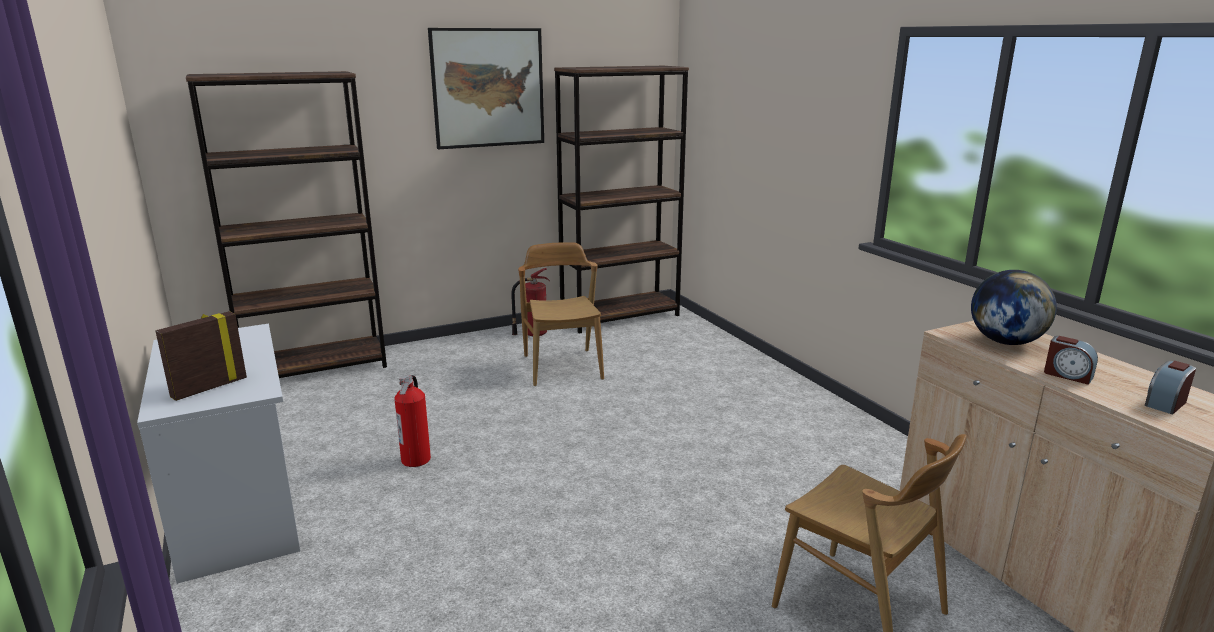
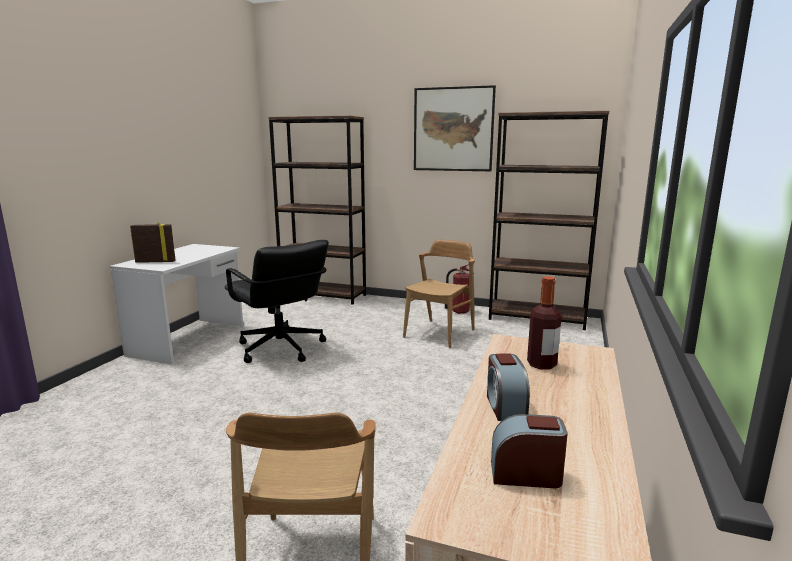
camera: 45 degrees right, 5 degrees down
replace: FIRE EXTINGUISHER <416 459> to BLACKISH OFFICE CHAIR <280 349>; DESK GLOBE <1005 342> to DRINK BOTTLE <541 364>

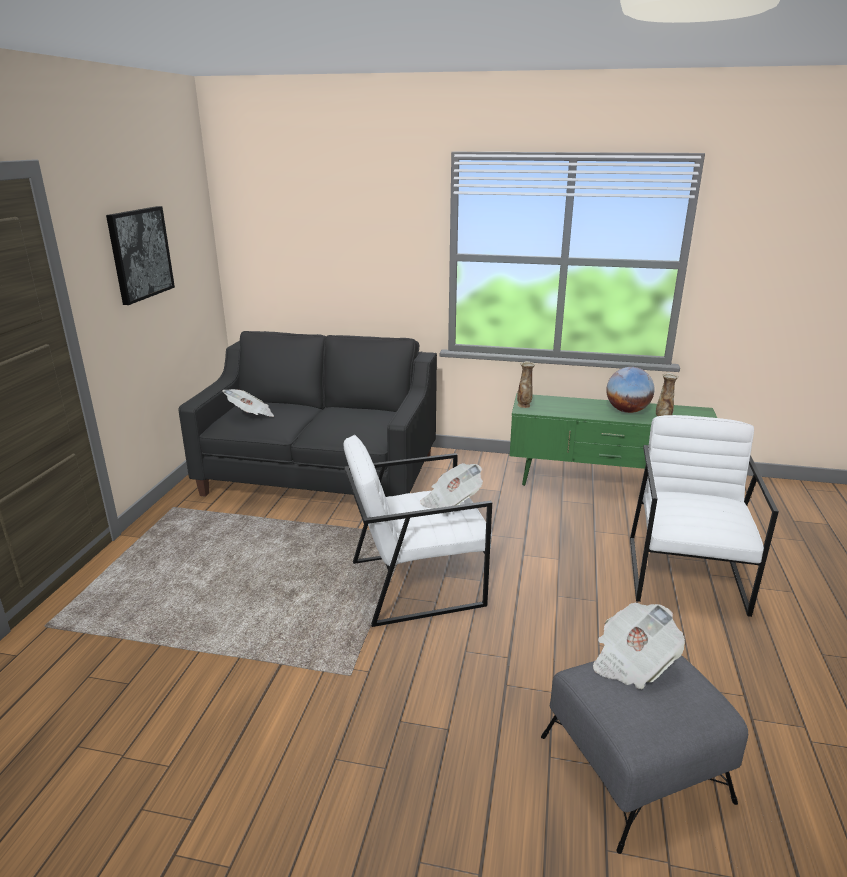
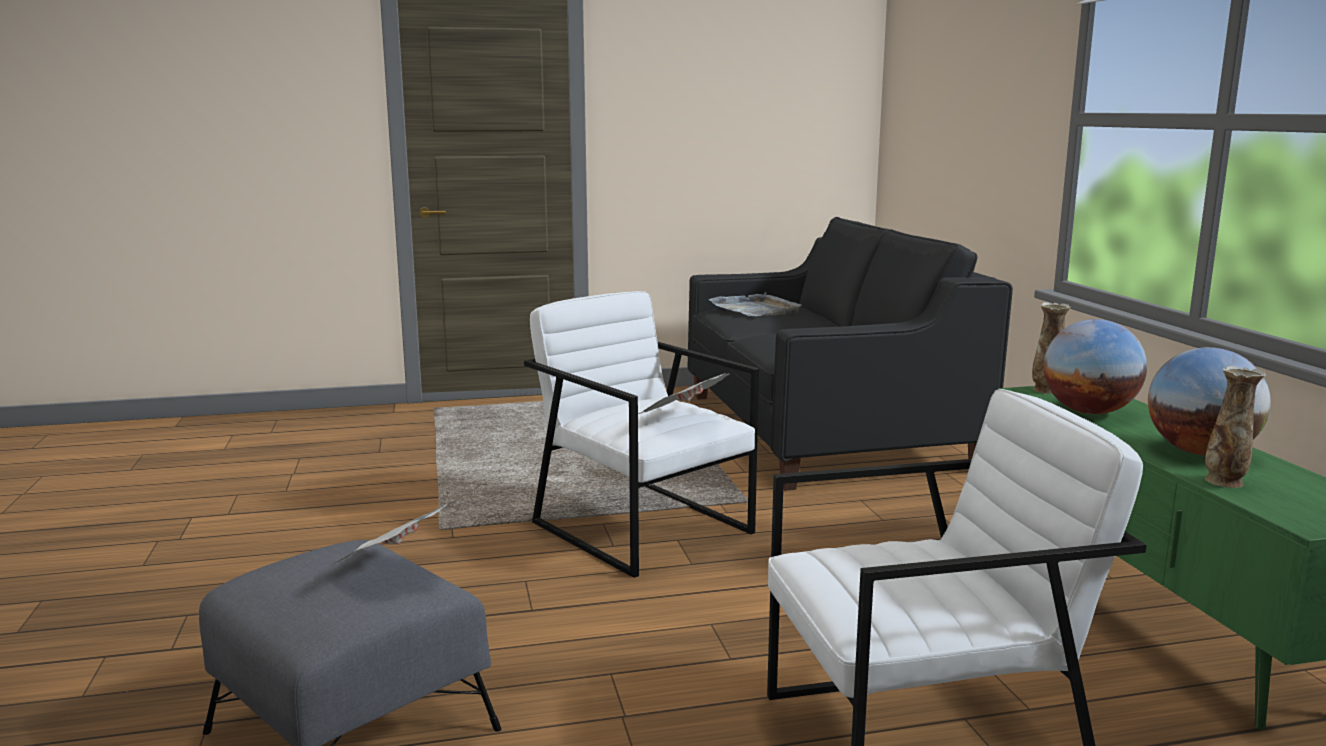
camera: 65 degrees right, 10 degrees down
delete: WALL PICTURE <140 254>
insert: DESK GLOBE <1089 412>
replace: NEWSPAPER <251 415> to GREYISH CARRYING TRAY <756 309>

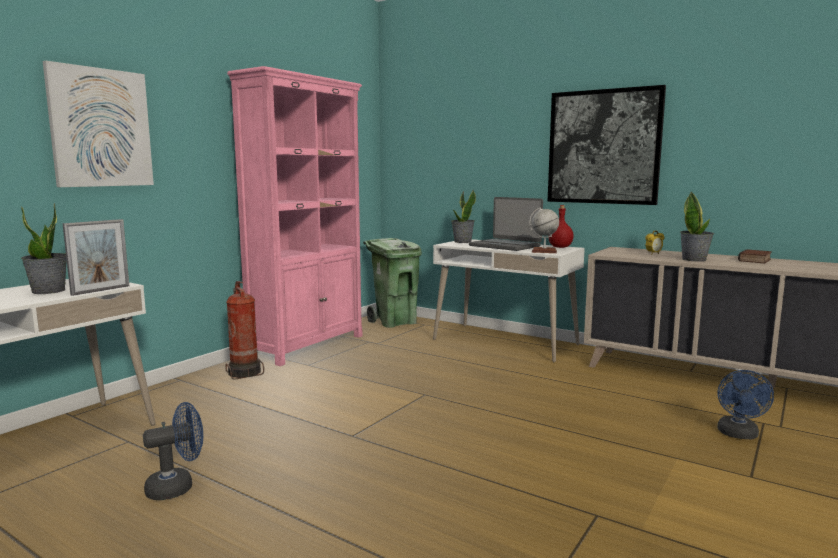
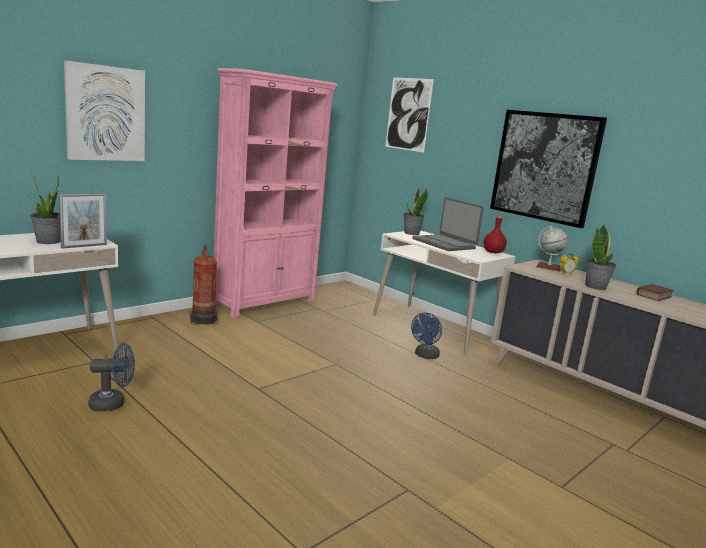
camera: 10 degrees right, 5 degrees up
delete: GREENISH RUBBISH BIN <394 322>
insert: WALL PICTURE <408 114>
move: BLUISH FAN <738 435> to <425 356>; DESK GLOBE <544 251> to <548 267>

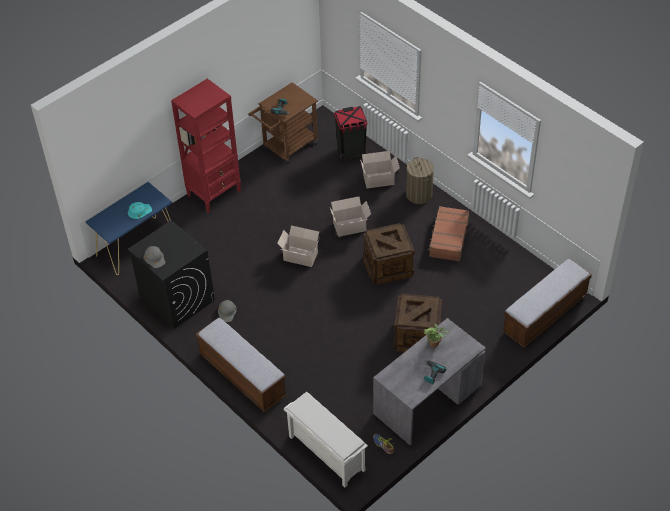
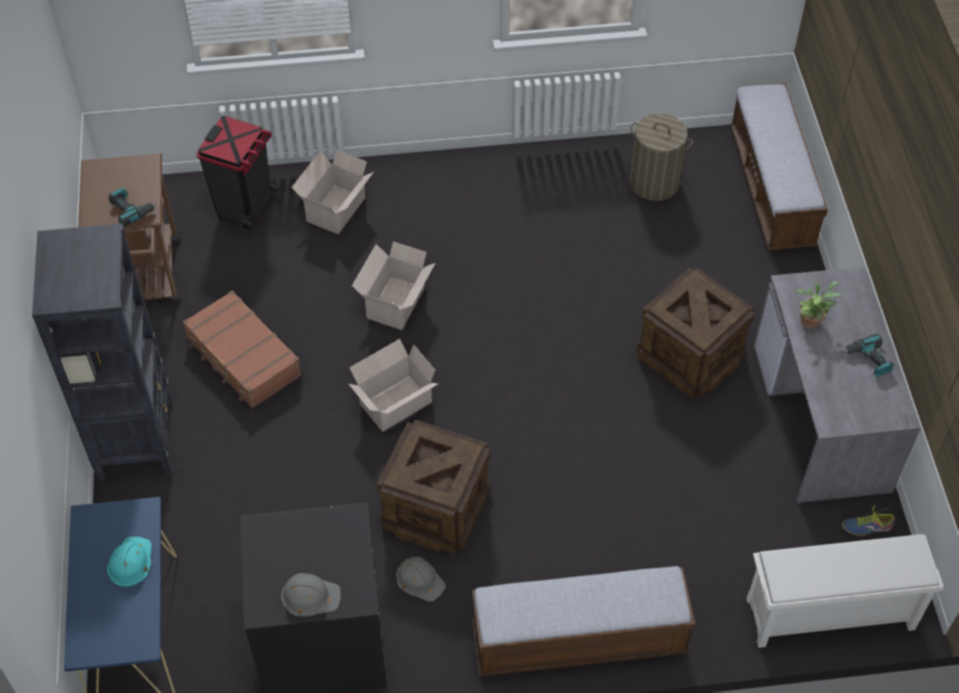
camera: 55 degrees left, 5 degrees up
move: BROWNISH PIECE OF LUGGAGE <448 238> to <243 358>; SHIPPING CRATE <387 266> to <434 508>; LAUNDRY BASKET <419 194> to <654 183>
recolor: RED-COLOURED BOOKCASE <214 193> to BLACKISH BOOKCASE <136 439>

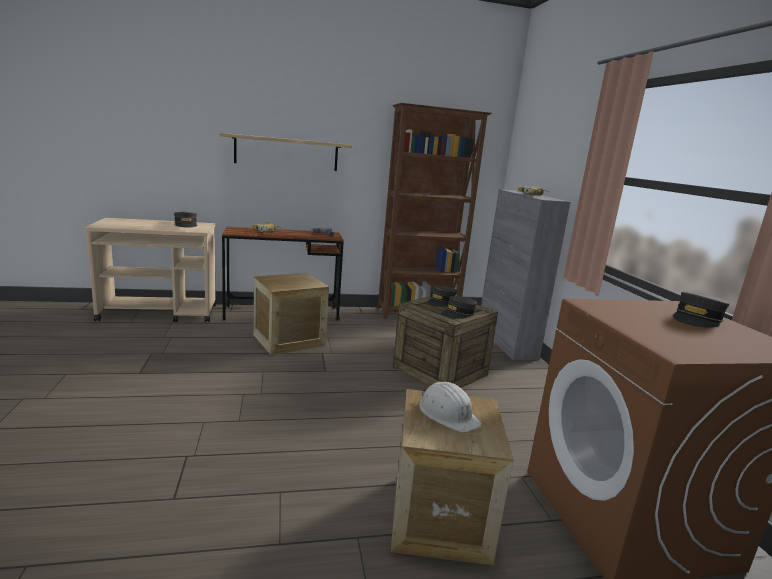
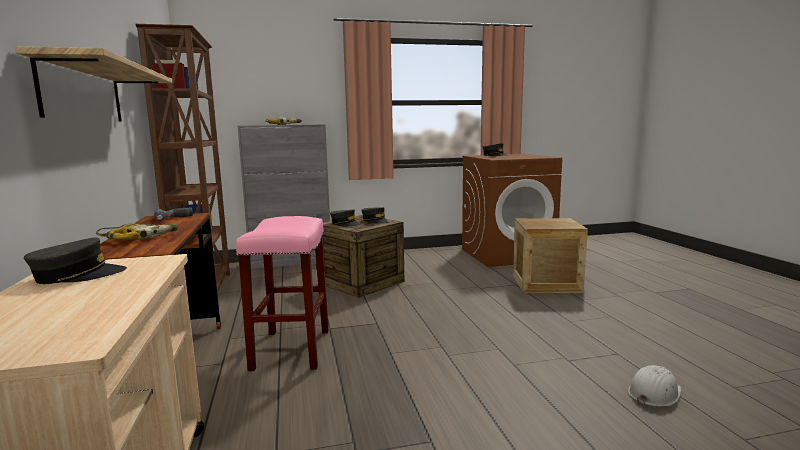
camera: 90 degrees left, 5 degrees down
move: WHITE-COLOURED SAFETY HELMET <448 414> to <654 393>
replace: SHIPPING CRATE <289 340> to PINK-COLOURED SITTING STOOL <292 350>

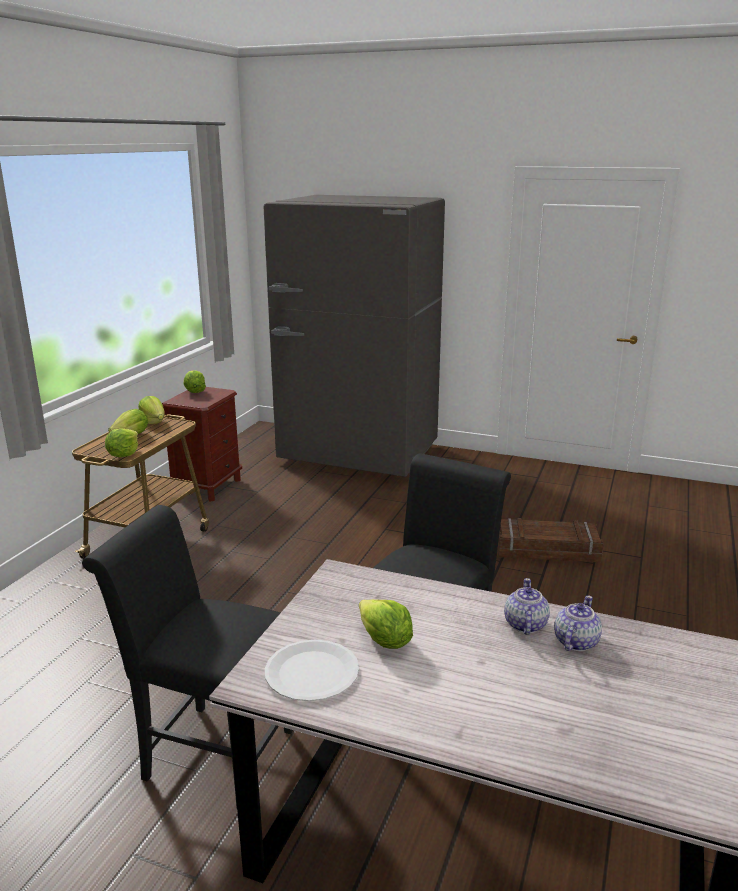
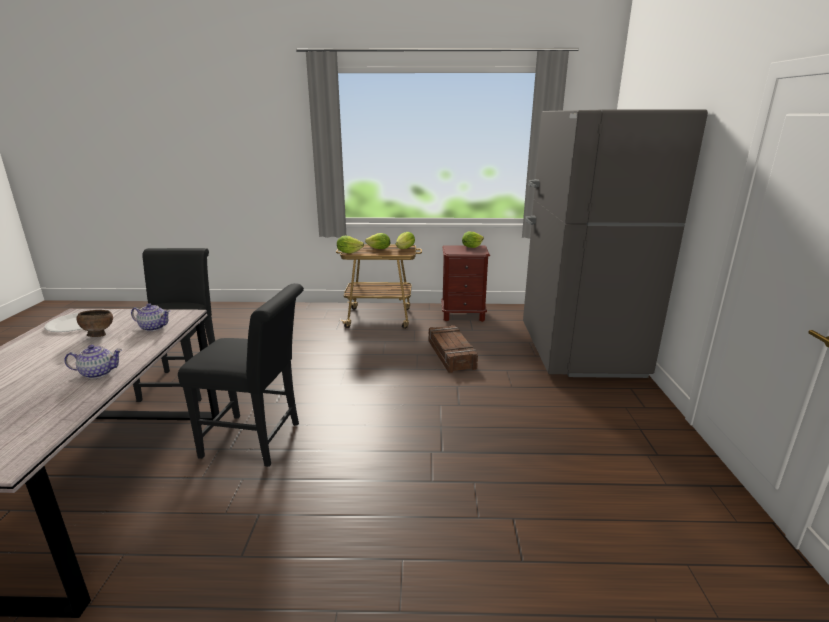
camera: 70 degrees right, 0 degrees up
move: POT FOR TEA <575 642> to <153 327>; SHIPPING CRATE <547 551> to <450 354>
replace: LETTUCE HEAD <384 641> to BROWNISH BOWL <98 335>

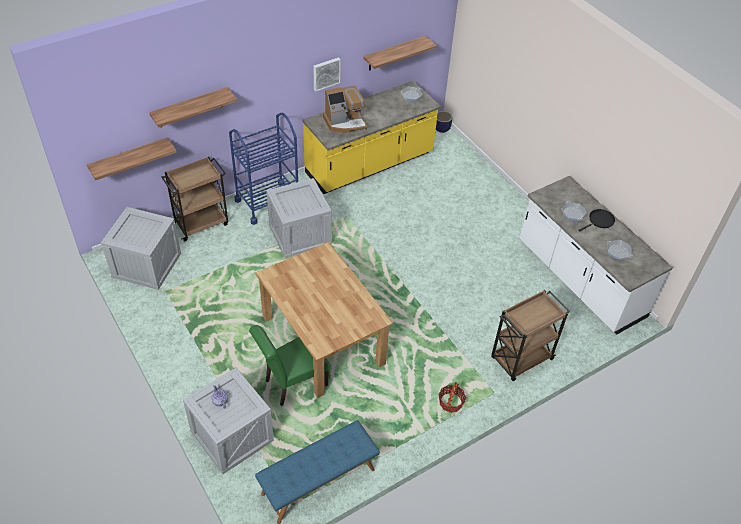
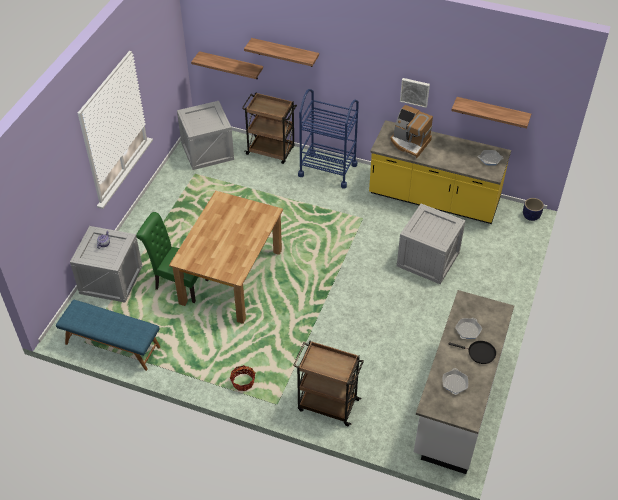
camera: 55 degrees right, 0 degrees up
move: SHIPPING CRATE <301 235> to <428 260>

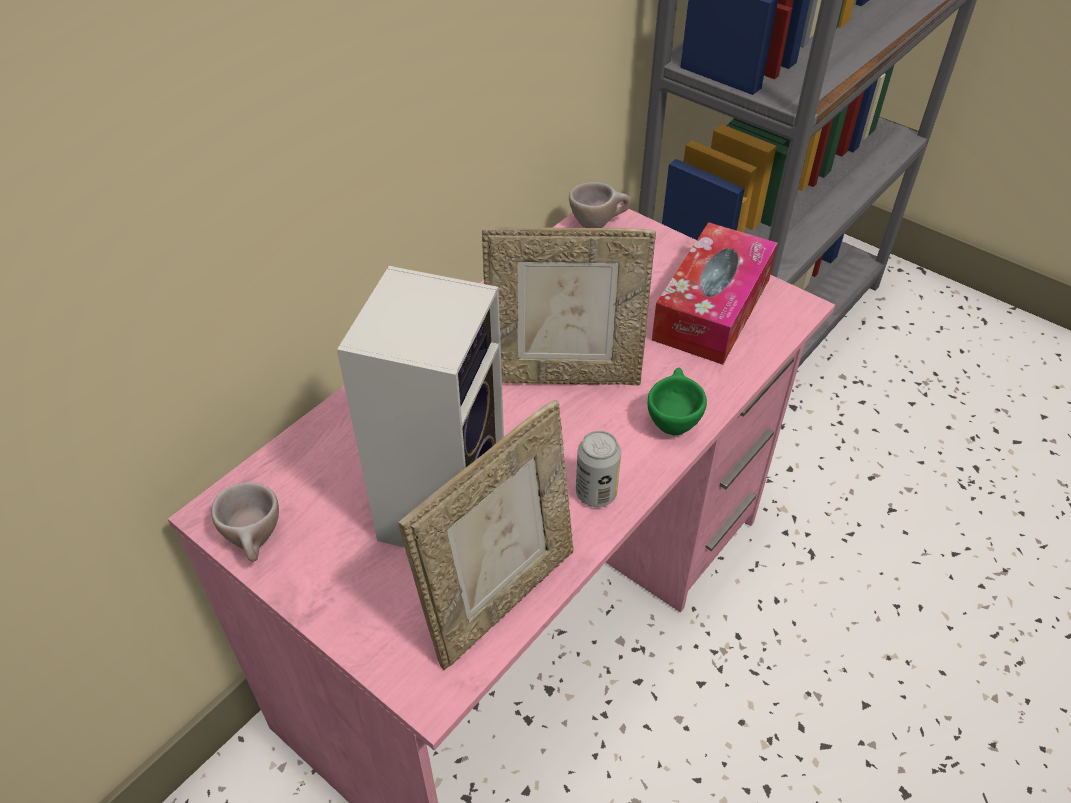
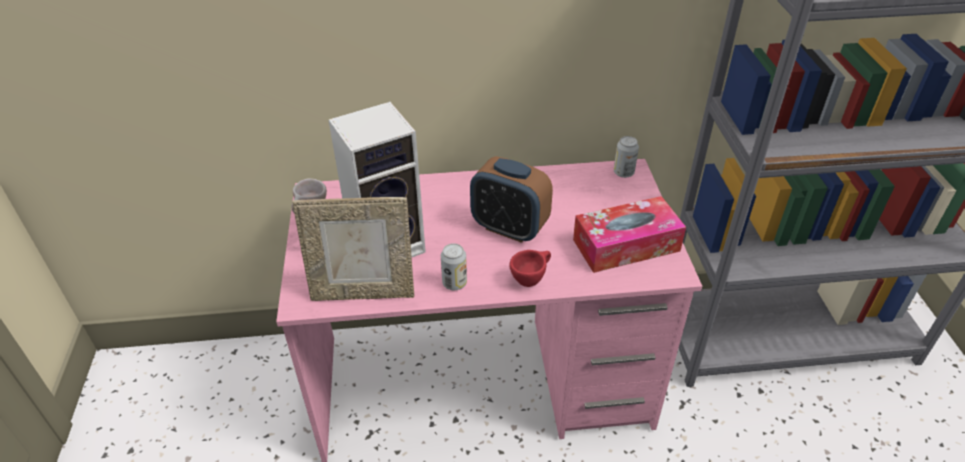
camera: 45 degrees right, 5 degrees down
replace: PICTURE FRAME <564 375> to BEDSIDE CLOCK <509 228>; SAND-COLOURED DRINKING CUP <598 224> to CAN <623 172>
recolor: GREENISH DRINKING CUP <672 420> to RED-COLOURED DRINKING CUP <531 279>

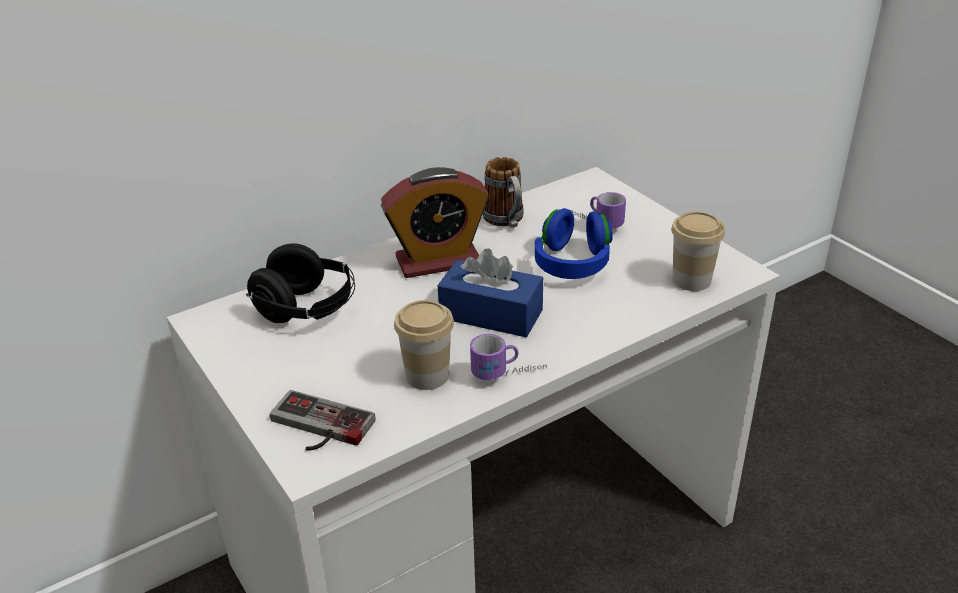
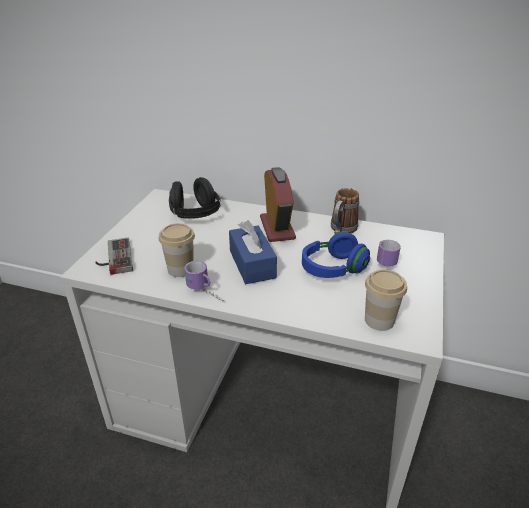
camera: 50 degrees right, 0 degrees up
rotate: BEDSIDE CLOCK <438 261> = <277 228> 135 degrees counterclockwise

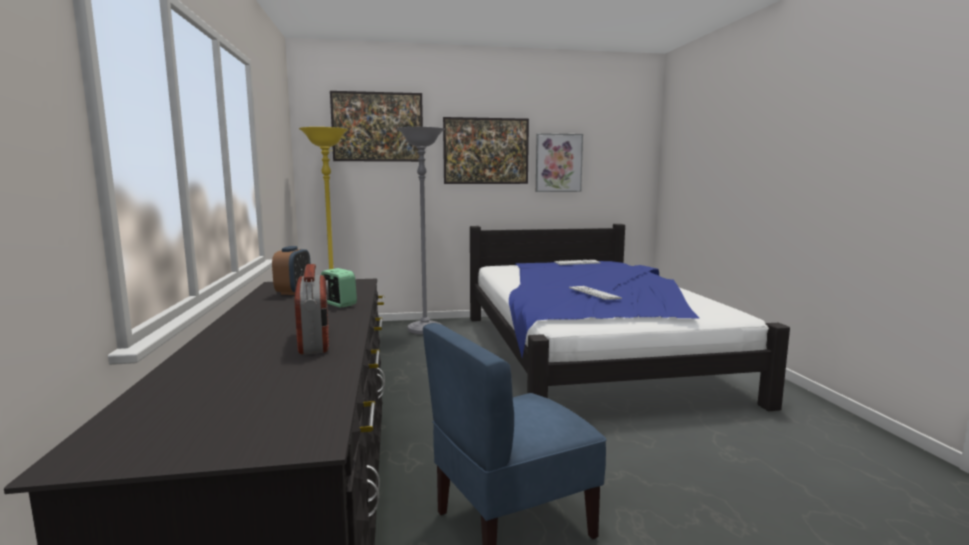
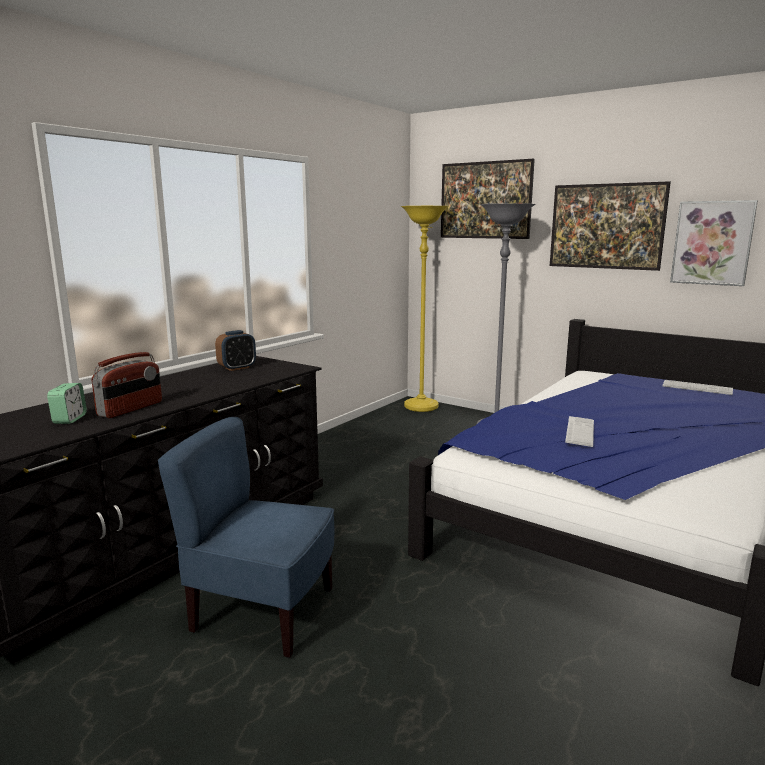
camera: 45 degrees right, 5 degrees up
move: BEDSIDE CLOCK <339 304> to <69 419>

